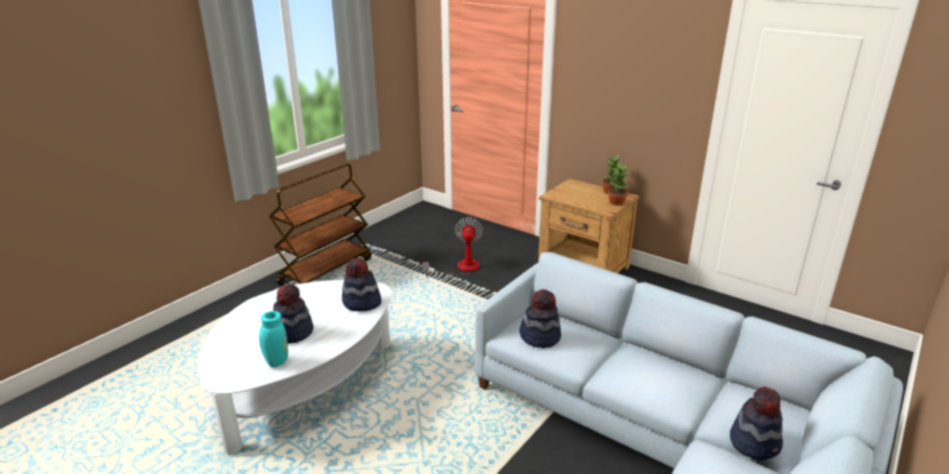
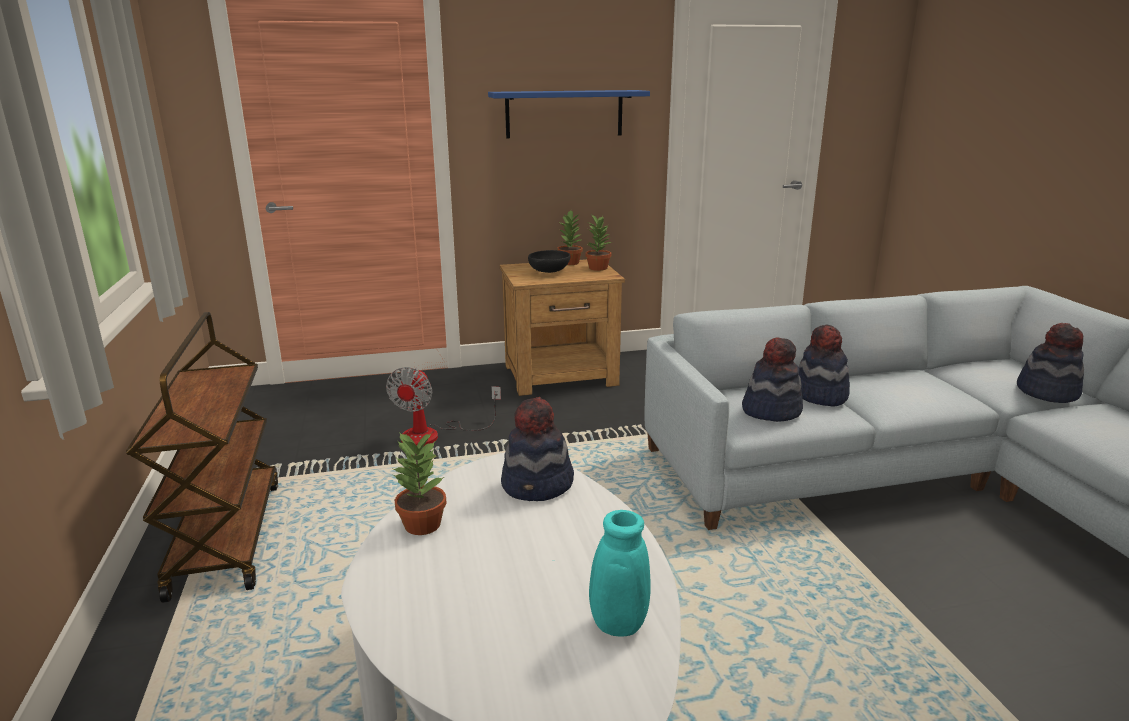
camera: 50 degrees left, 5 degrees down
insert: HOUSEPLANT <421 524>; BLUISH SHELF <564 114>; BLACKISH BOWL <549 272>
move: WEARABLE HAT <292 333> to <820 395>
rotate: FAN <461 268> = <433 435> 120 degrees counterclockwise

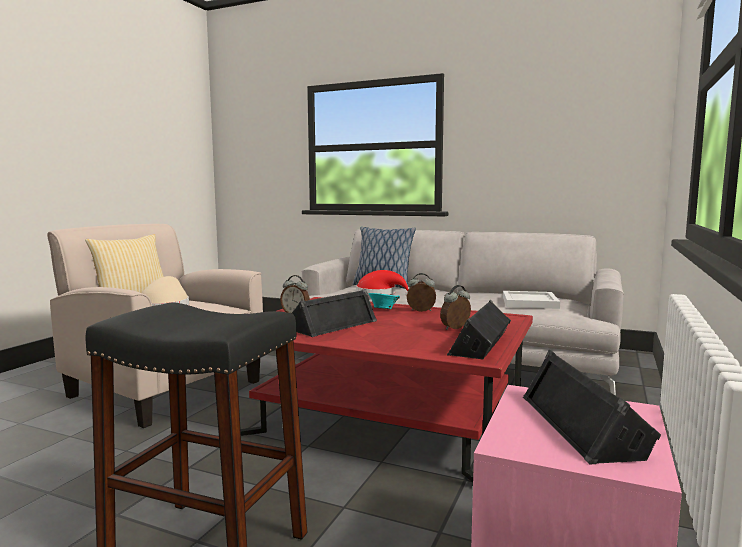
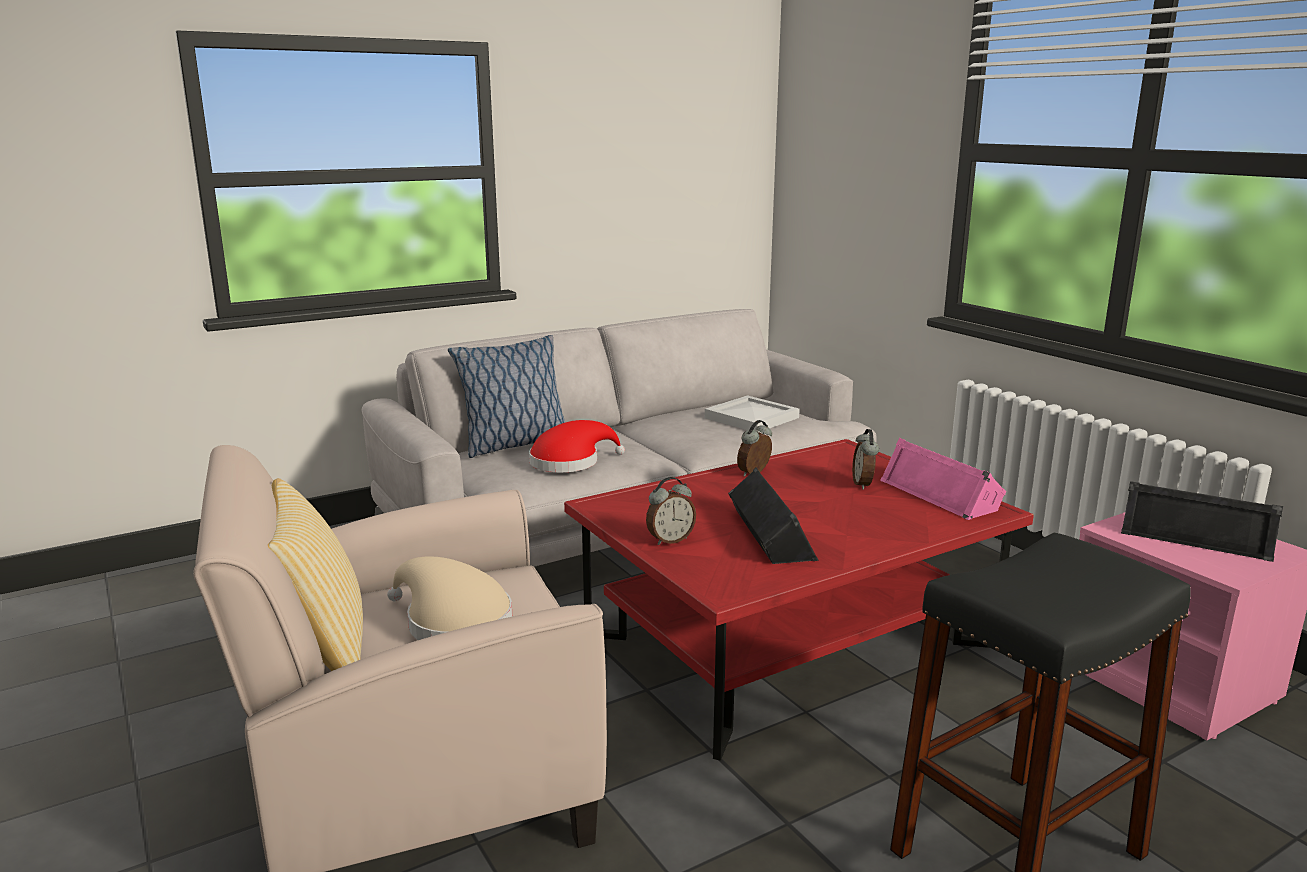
camera: 55 degrees left, 10 degrees up
delete: TURQUOISE BOWL <383 309>
recolor: BLACKISH AUDIO SPEAKER <482 344> to PINK-COLOURED AUDIO SPEAKER <941 494>

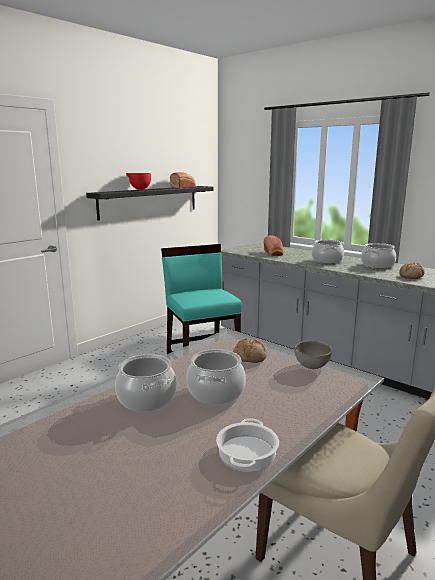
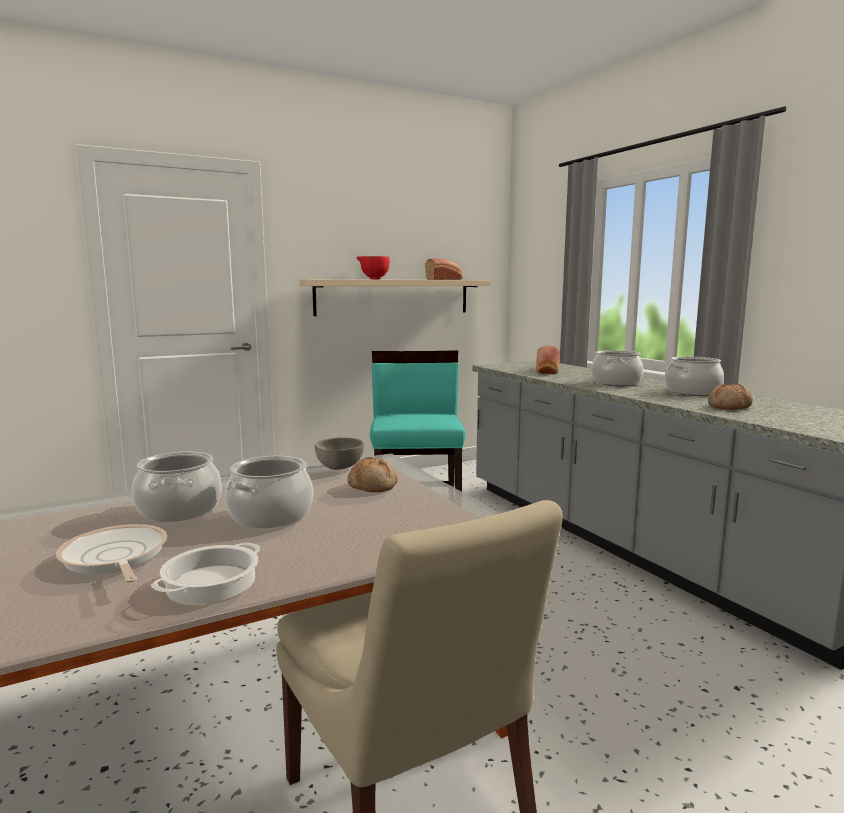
camera: 20 degrees right, 5 degrees down
insert: PAN <114 558>
move: GREYISH BOWL <311 366> to <339 467>
recolor: BLACKISH SHELF <150 201> to SAND-COLOURED SHELF <394 297>

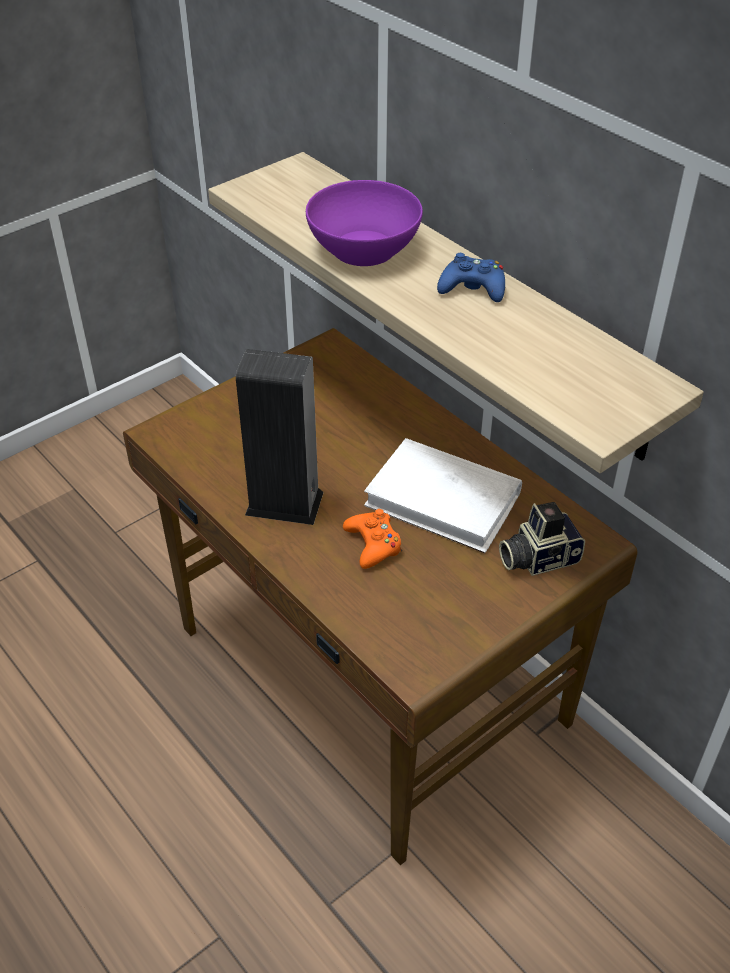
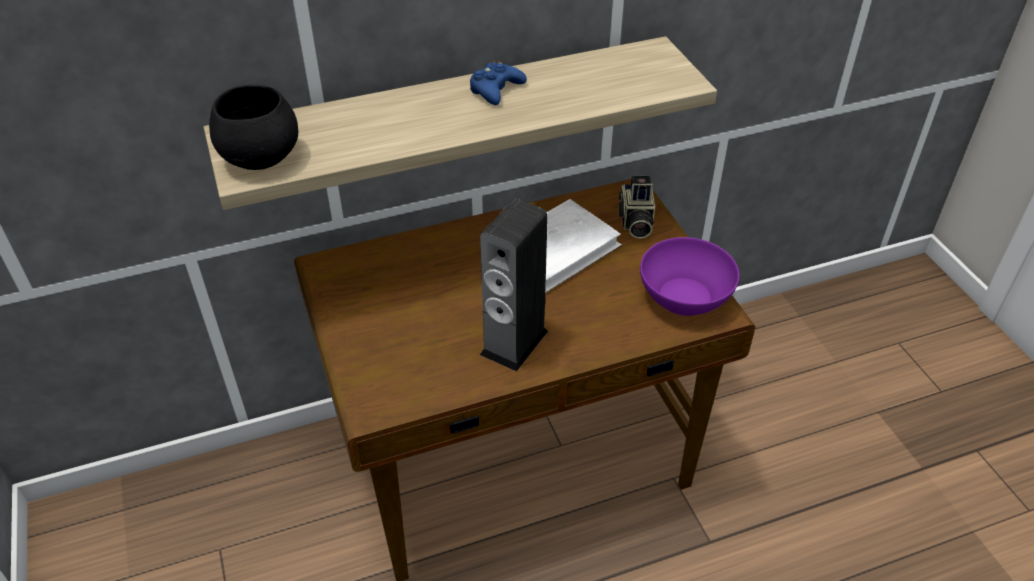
camera: 70 degrees left, 0 degrees up
delete: ORANGEY GAMEPAD <373 544>
insert: BLACKISH BOWL <261 157>
move: PURPLE BOWL <363 249> to <684 297>

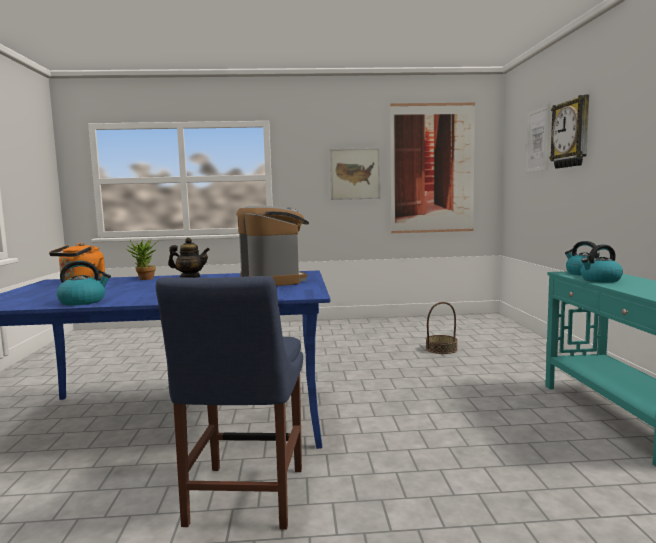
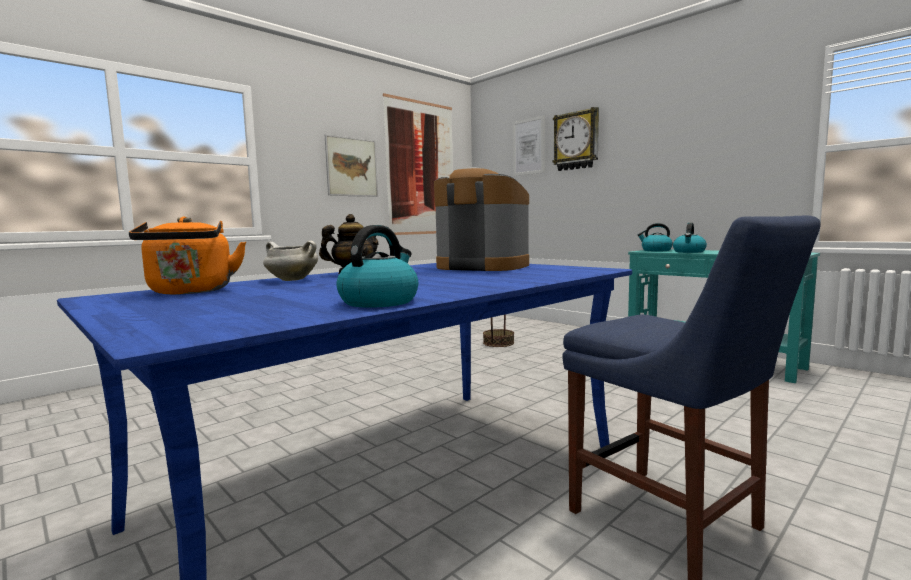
camera: 40 degrees left, 0 degrees up
replace: HOUSEPLANT <144 279> to WHITE-COLOURED COOKING POT <291 280>

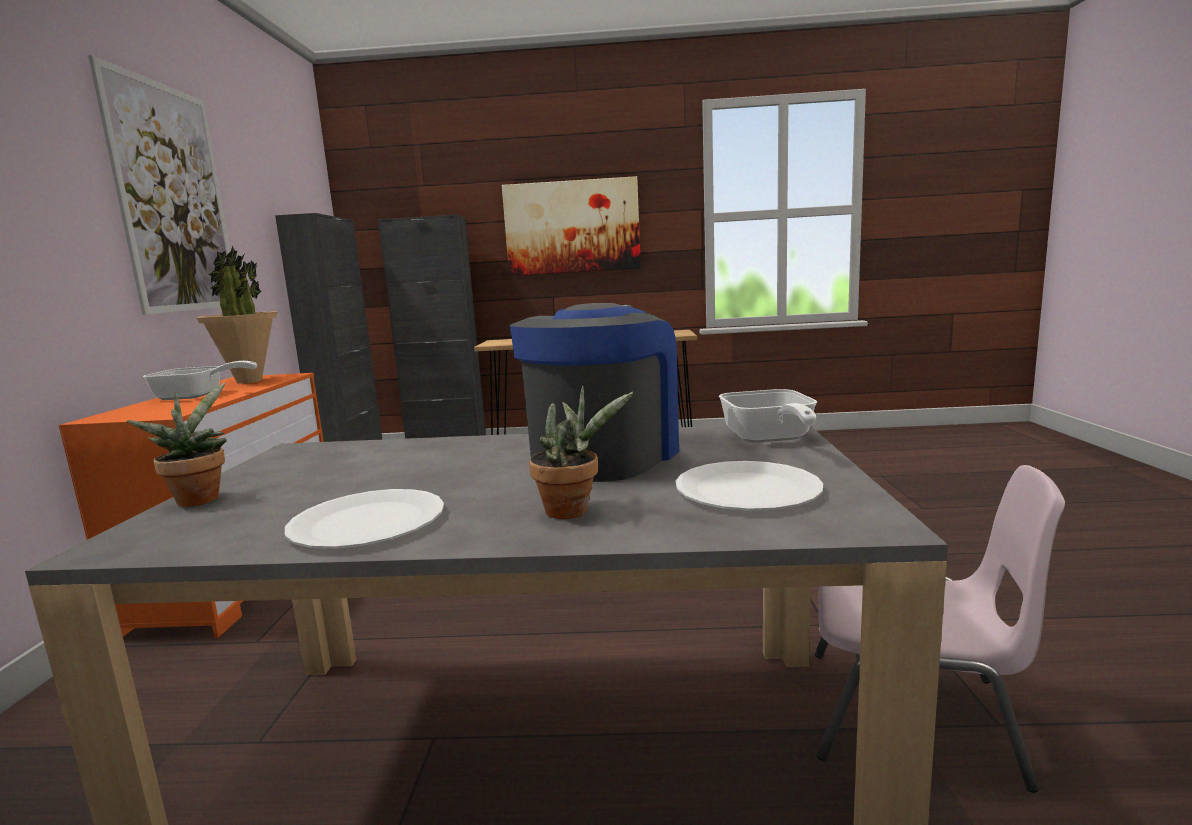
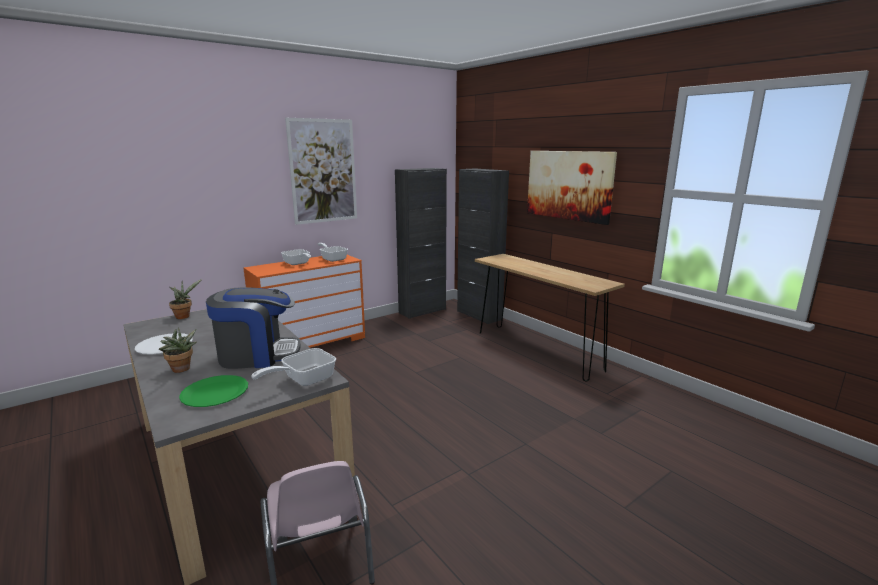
camera: 50 degrees right, 5 degrees up
replace: HOUSEPLANT <249 381> to PAN <332 259>
recolor: WHITE-COLOURED DINNER PLATE <747 490> to GREENISH DINNER PLATE <215 392>

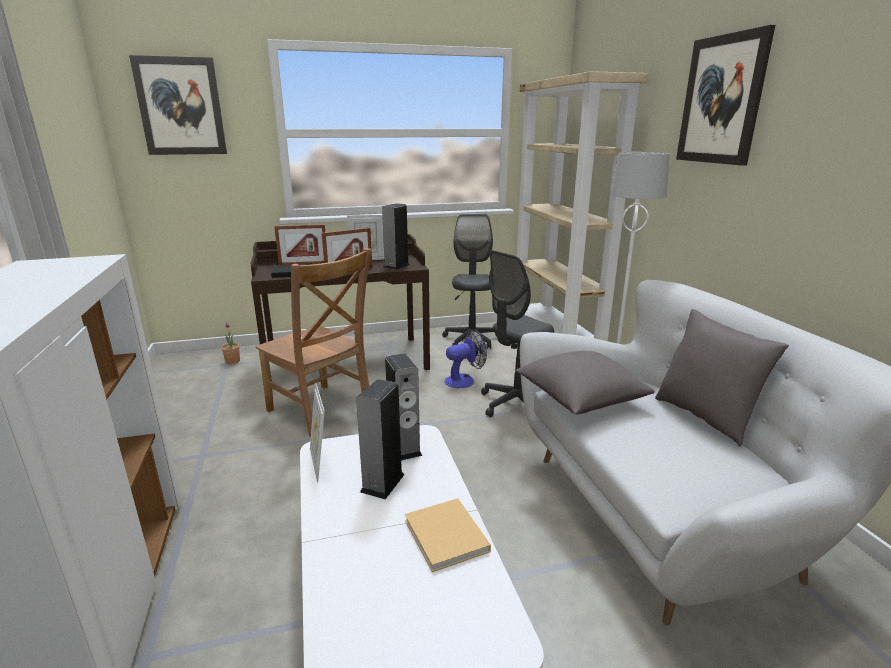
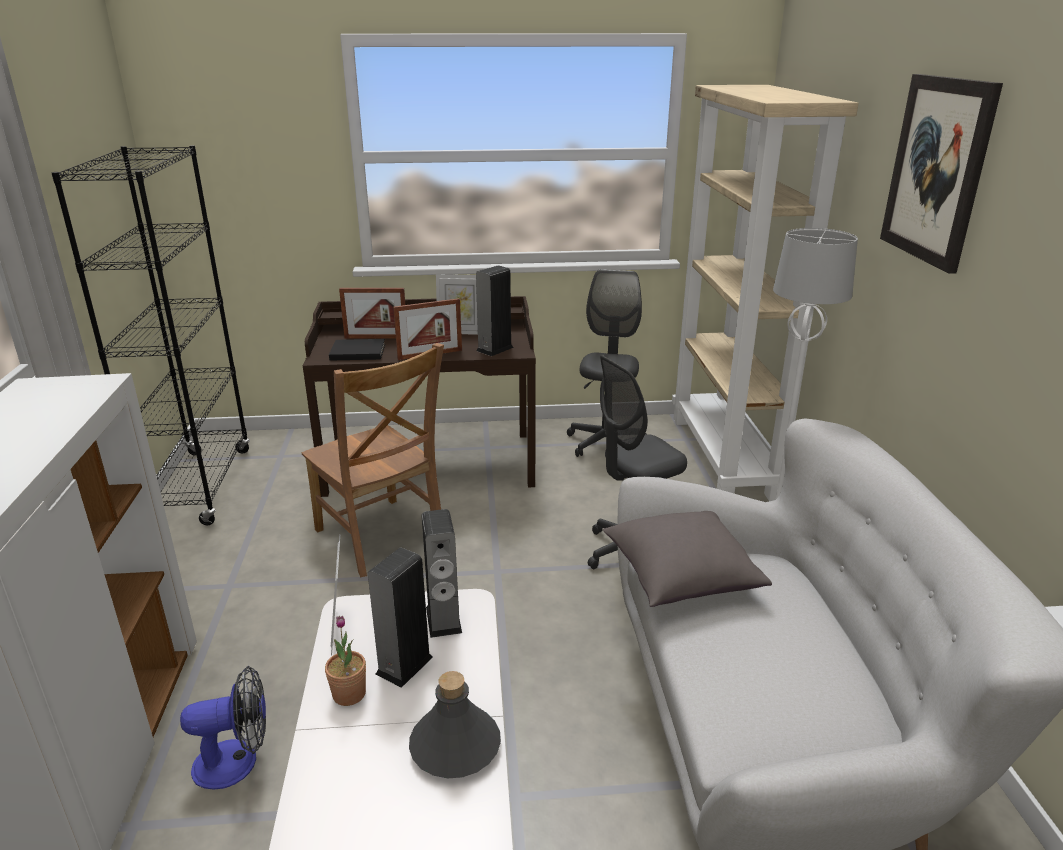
camera: 10 degrees right, 5 degrees up
delete: WALL PICTURE <181 107>; GREYISH CUSHION <705 417>
insert: BLACKISH BOOKCASE <201 487>
move: FAN <464 380> to <237 761>; HOUSEPLANT <232 361> to <349 694>
replace: SAND-COLOURED VOLUME <447 537> to GREYISH DRINK BOTTLE <456 747>

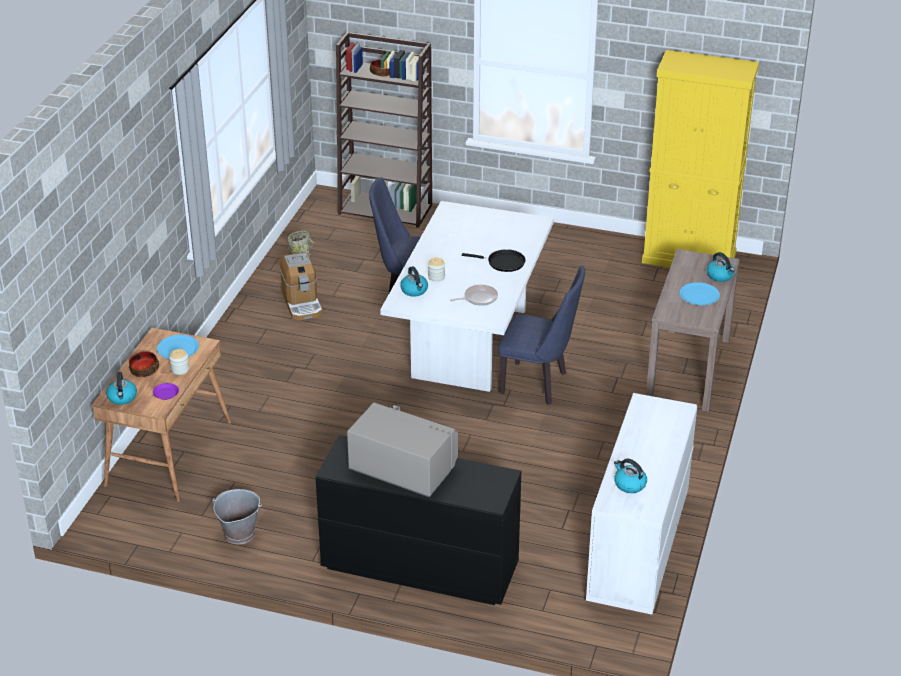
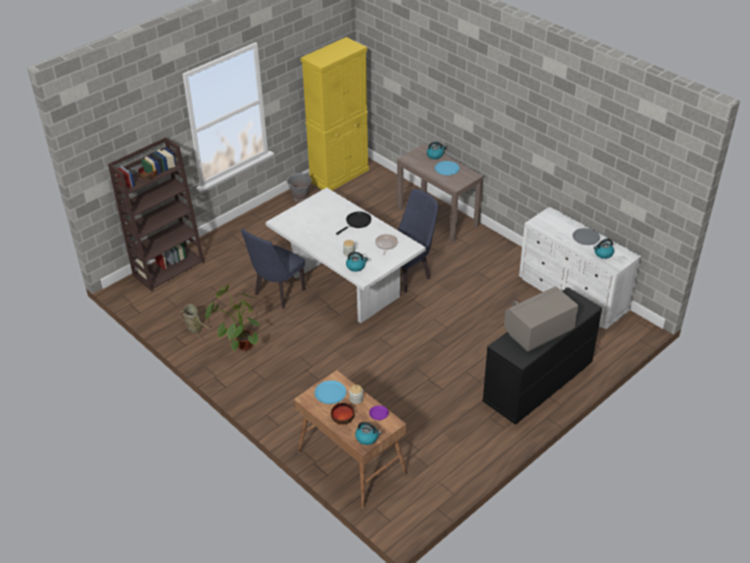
camera: 60 degrees left, 5 degrees up
insert: GREYISH DINNER PLATE <586 237>
move: GREYISH BUCKET <239 533> to <300 197>
replace: COFFEE MAKER <302 303> to HOUSEPLANT <239 343>

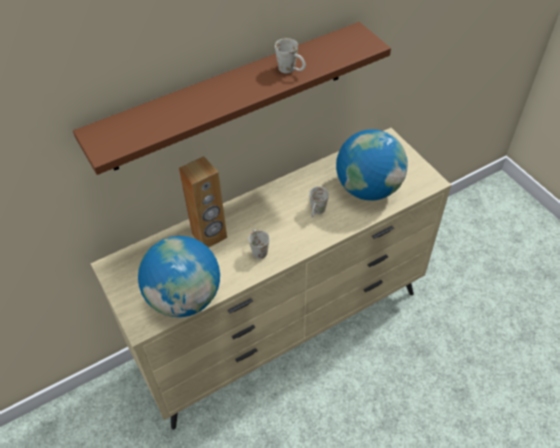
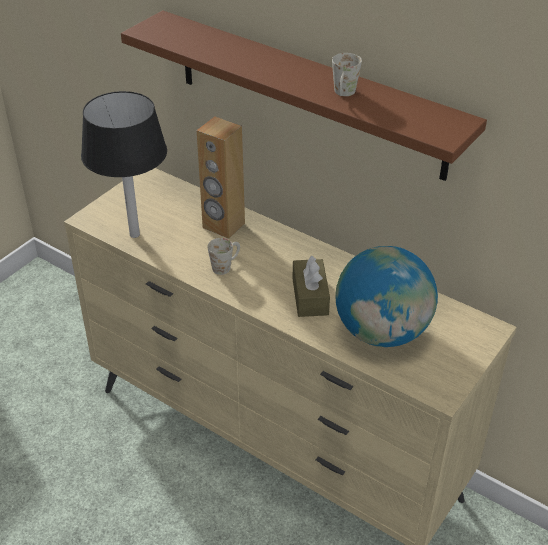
camera: 65 degrees right, 10 degrees down
replace: DESK GLOBE <185 297> to BLACKISH TABLETOP LAMP <134 235>; WHITE-COLOURED TEA MUG <316 212> to BROWNISH TISSUE BOX <310 296>

